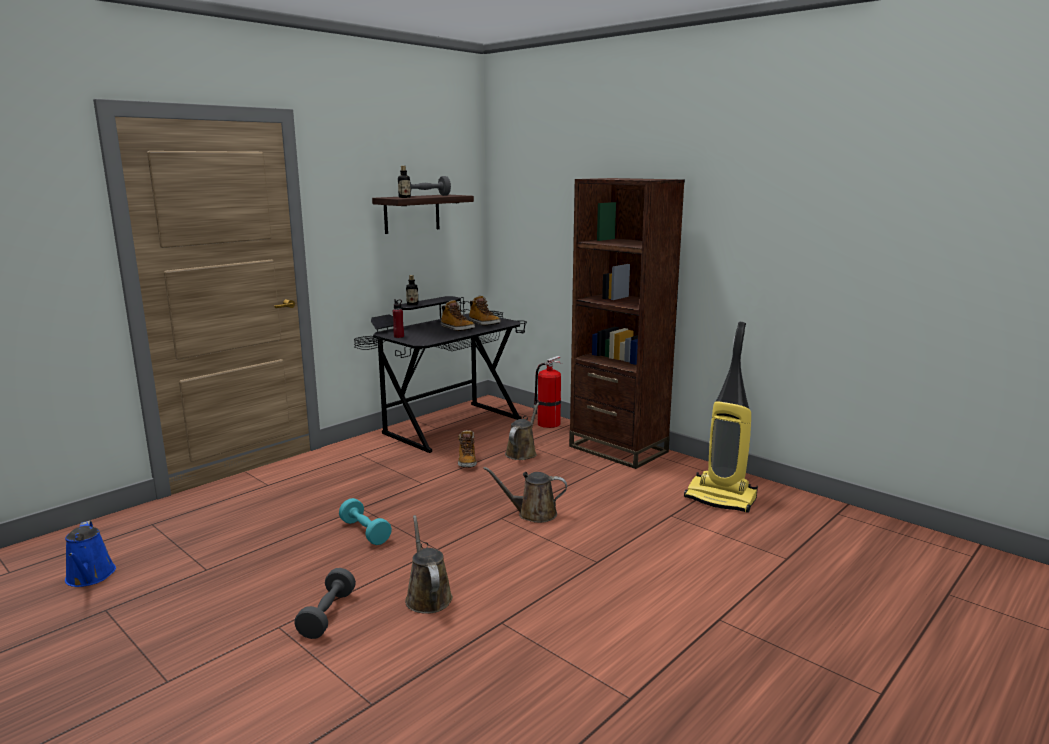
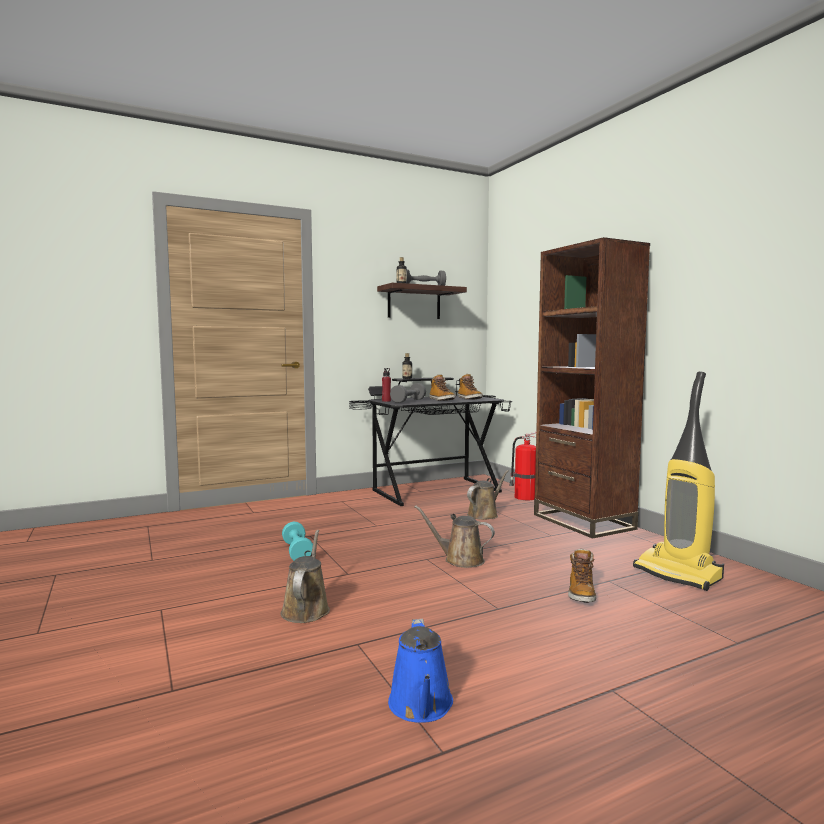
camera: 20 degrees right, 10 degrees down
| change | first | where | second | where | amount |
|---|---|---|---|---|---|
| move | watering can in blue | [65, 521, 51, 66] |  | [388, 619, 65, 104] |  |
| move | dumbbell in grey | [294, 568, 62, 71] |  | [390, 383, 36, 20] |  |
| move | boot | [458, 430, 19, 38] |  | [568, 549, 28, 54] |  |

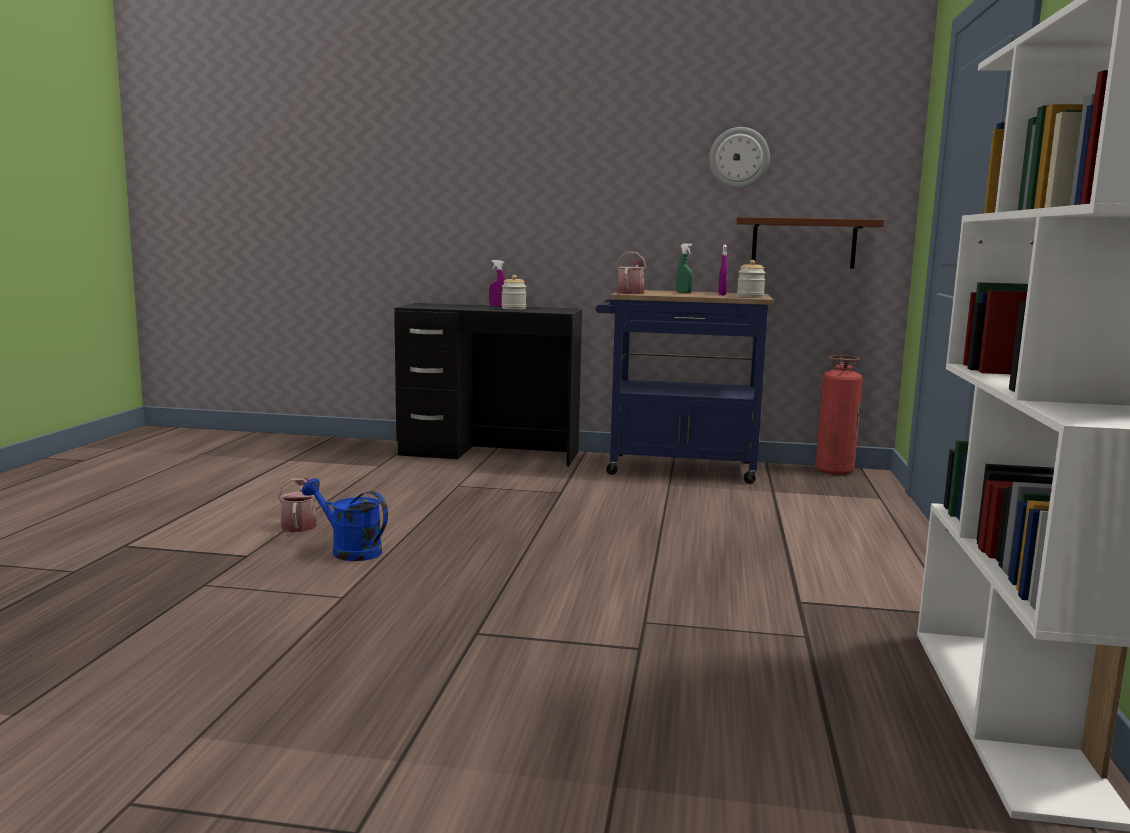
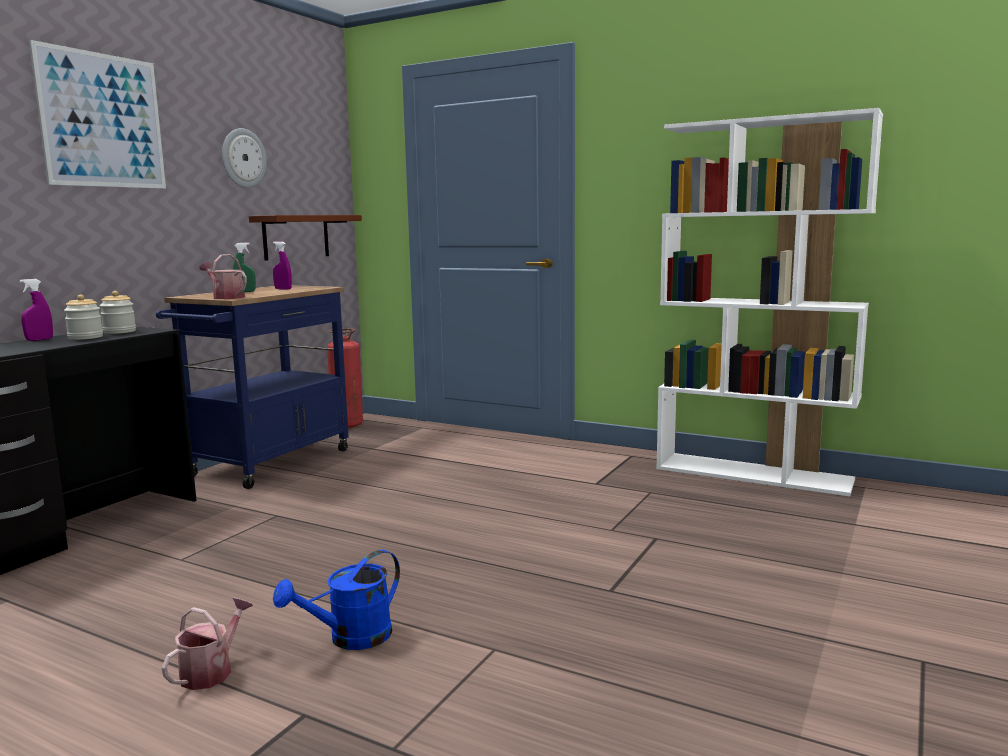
camera: 70 degrees left, 0 degrees up
| change | first | where | second | where | amount |
|---|---|---|---|---|---|
| insert |  |  | picture | [29, 40, 137, 149] |  |
| move | jar | [737, 260, 29, 38] |  | [100, 291, 36, 43] |  |
| rotate | watering can | [278, 478, 39, 54] |  | [162, 598, 91, 92] | 105 degrees clockwise |

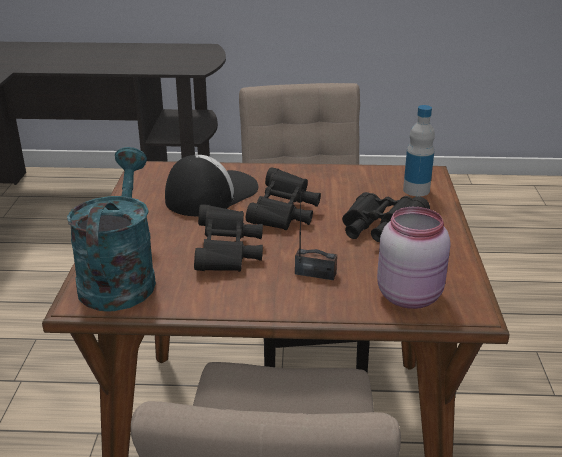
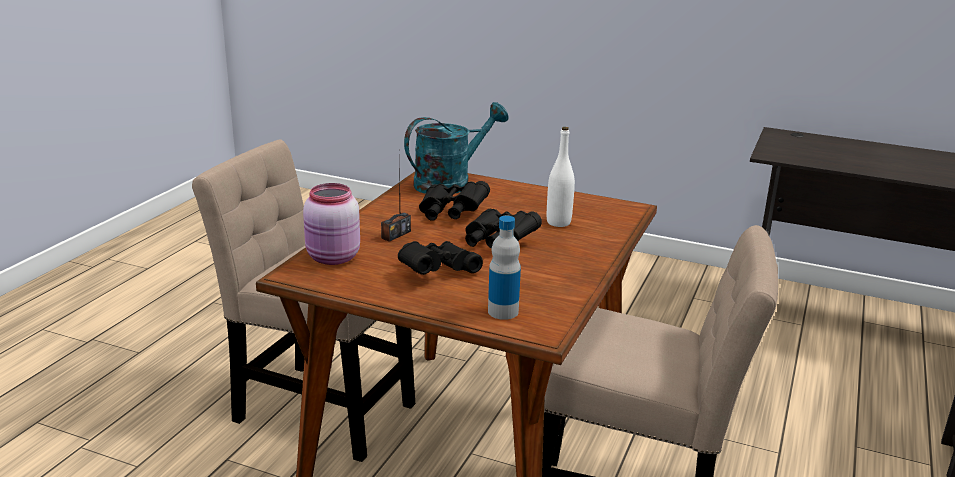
camera: 110 degrees right, 5 degrees down
| change | first | where | second | where | amount |
|---|---|---|---|---|---|
| replace | cap | [165, 155, 93, 61] | bottle in white | [547, 127, 28, 100] |  |
| rotate | watering can in turquoise | [67, 147, 89, 165] |  | [404, 102, 105, 92] | 60 degrees counterclockwise |

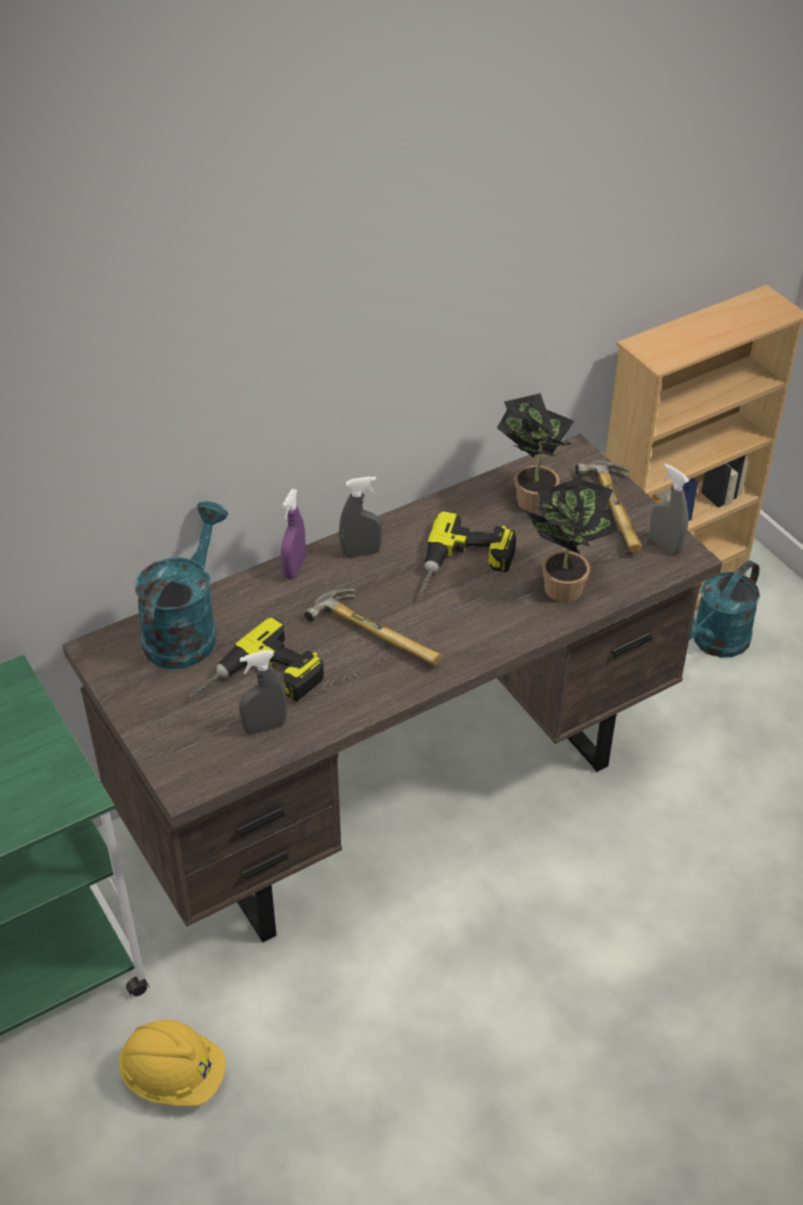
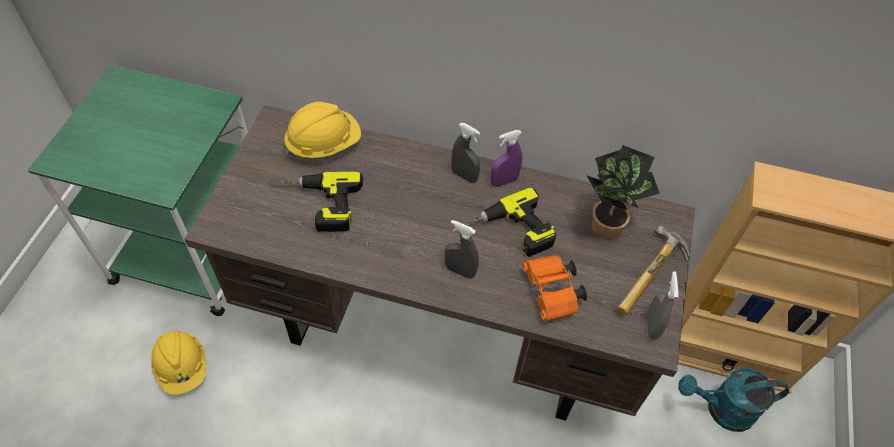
camera: 45 degrees right, 10 degrees up
| change | first | where | second | where | amount |
|---|---|---|---|---|---|
| delete | hammer | [304, 589, 138, 76] |  |  |  |
| move | spray bottle in grey | [239, 650, 48, 85] |  | [445, 220, 34, 59] |  |
| move | spray bottle in purple | [281, 489, 25, 90] |  | [491, 130, 31, 57] |  |
| replace | watering can in turquoise | [135, 501, 93, 168] | hard hat in yellow | [284, 102, 77, 57] |  |
| replace | potted plant | [524, 477, 95, 125] | binoculars in orange | [522, 255, 65, 67] |  |

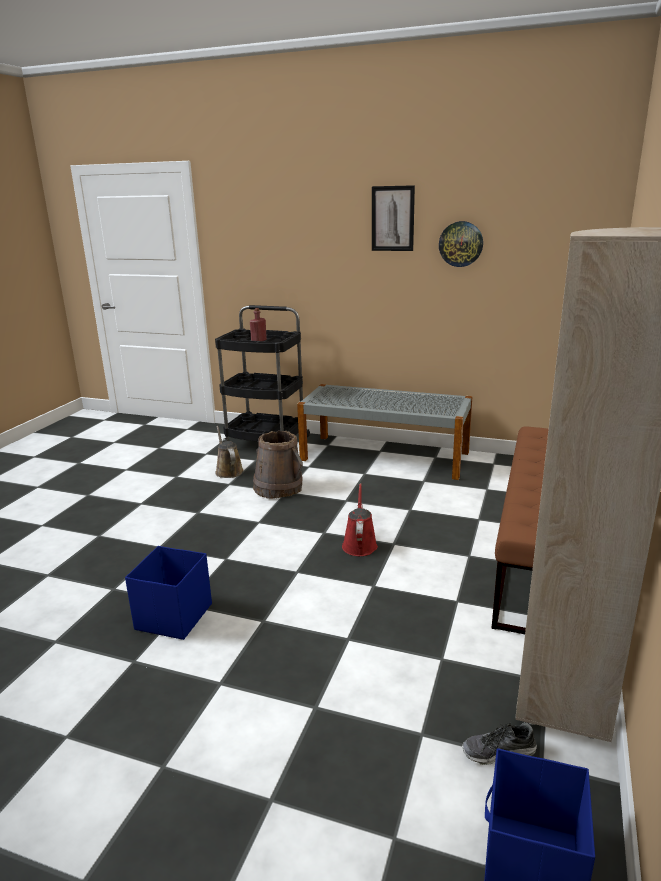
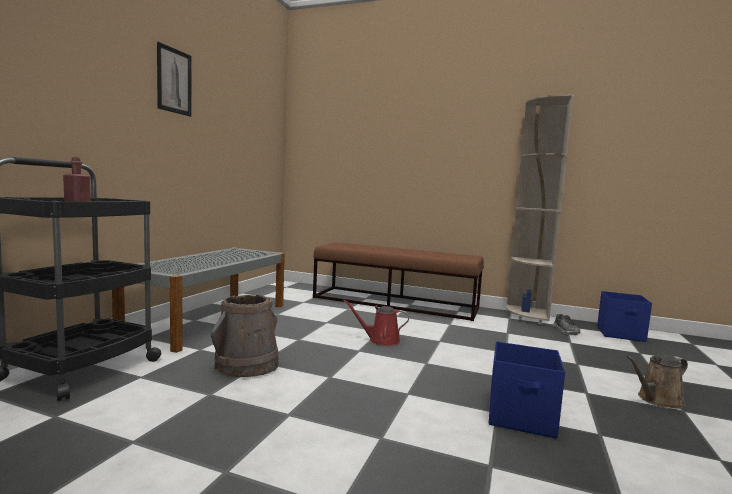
camera: 90 degrees left, 15 degrees down
| change | first | where | second | where | amount |
|---|---|---|---|---|---|
| delete | wall clock | [439, 221, 44, 46] |  |  |  |
| move | watering can in brown | [215, 426, 29, 52] |  | [626, 354, 62, 55] |  |

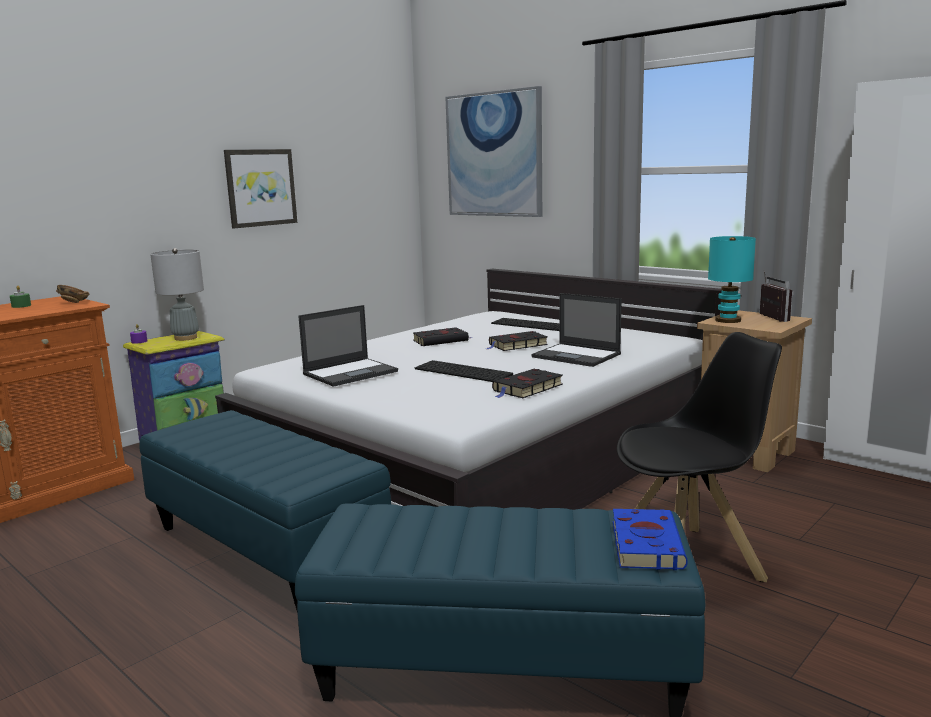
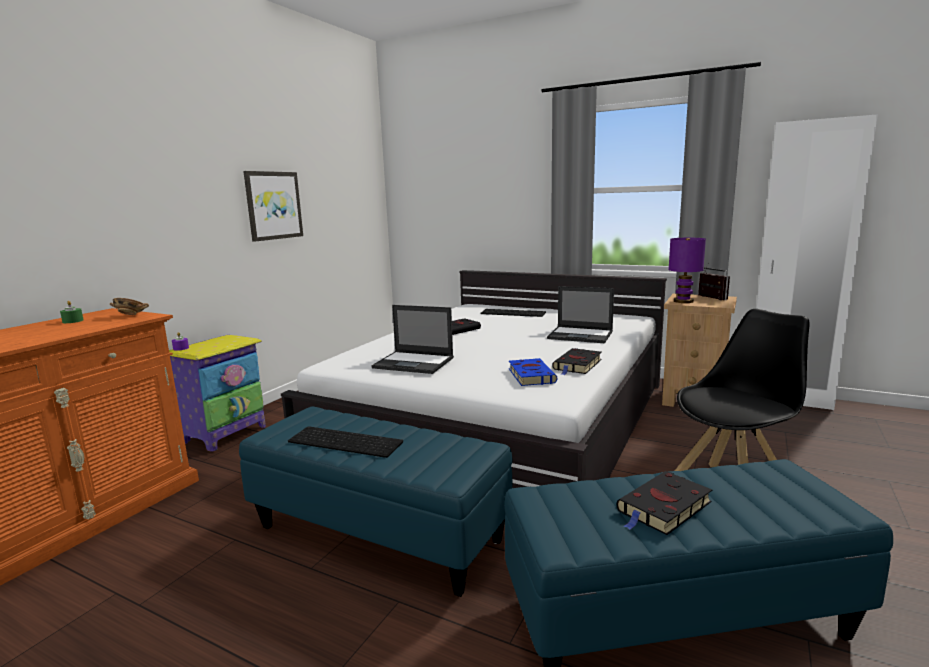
camera: 15 degrees left, 0 degrees up
| change | first | where | second | where | amount |
|---|---|---|---|---|---|
| delete | table lamp in grey | [150, 248, 54, 93] |  |  |  |
| delete | picture | [445, 86, 97, 131] |  |  |  |
| move | keyboard | [415, 360, 98, 22] |  | [288, 426, 115, 32] |  |
| move | book in black | [486, 331, 62, 20] |  | [617, 471, 95, 64] |  |
| move | book in blue | [613, 509, 75, 61] |  | [509, 358, 48, 28] |  |
| recolor | table lamp in turquoise | [708, 236, 48, 87] | table lamp in purple | [668, 238, 38, 65] |  |
| rotate | laptop | [298, 305, 100, 82] |  | [371, 305, 83, 69] | 75 degrees clockwise |

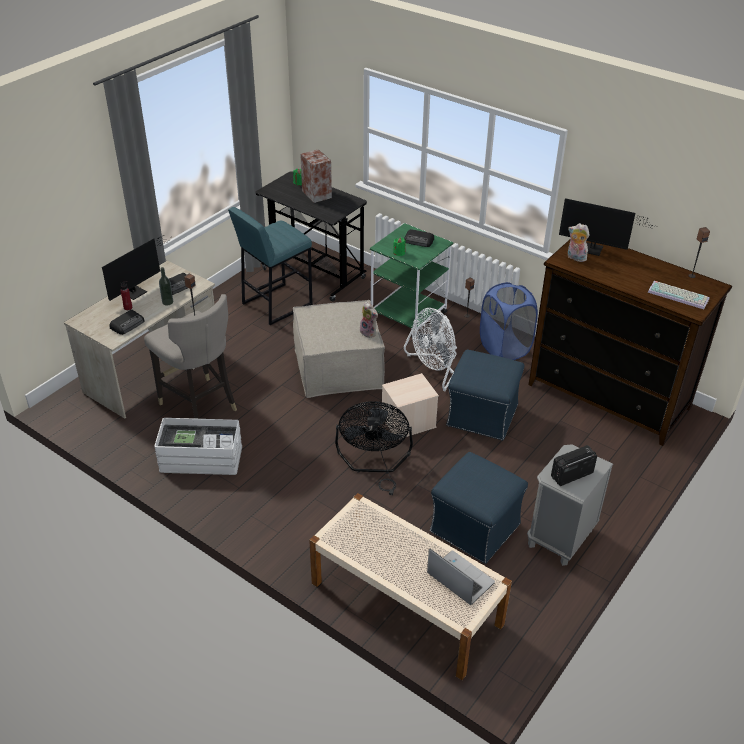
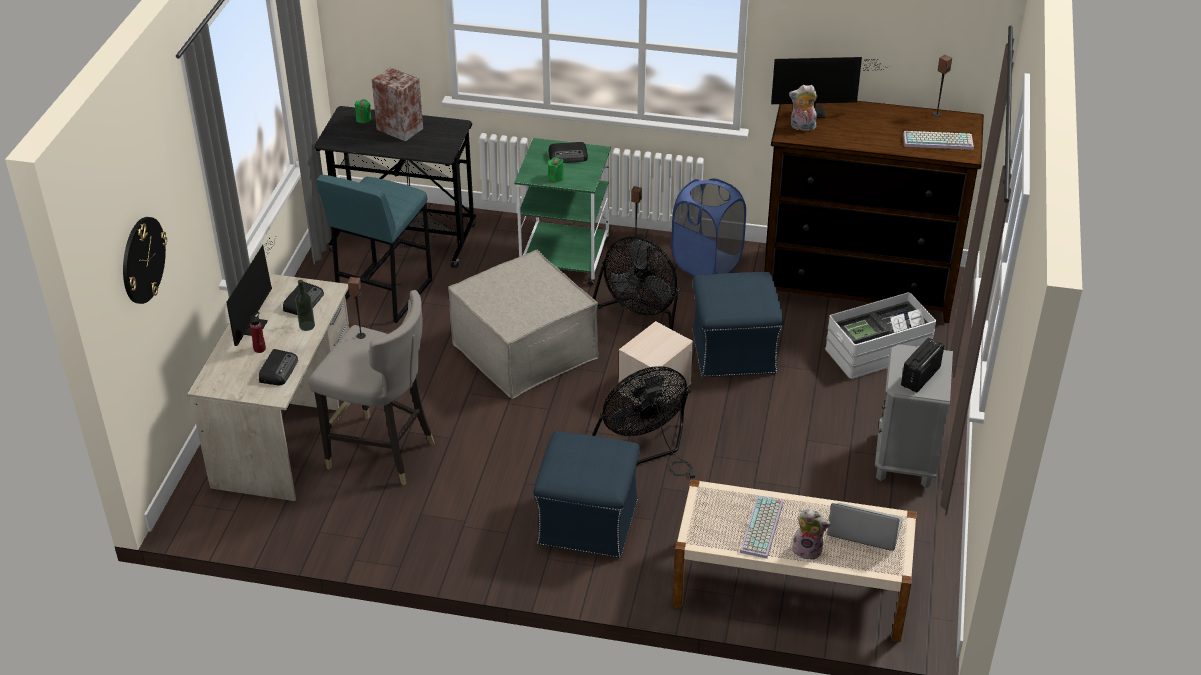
camera: 25 degrees left, 0 degrees up
| change | first | where | second | where | amount |
|---|---|---|---|---|---|
| insert |  |  | wall clock | [123, 217, 44, 87] |  |
| insert |  |  | keyboard | [740, 495, 43, 64] |  |
| move | storage box in white | [154, 418, 88, 57] |  | [825, 292, 111, 87] |  |
| move | plush toy | [360, 302, 18, 36] |  | [792, 508, 39, 52] |  |
| move | ottoman in blue | [430, 452, 98, 112] |  | [533, 431, 107, 127] |  |
| recolor | fan in white | [404, 308, 53, 83] | fan in black | [593, 237, 87, 93] |  |

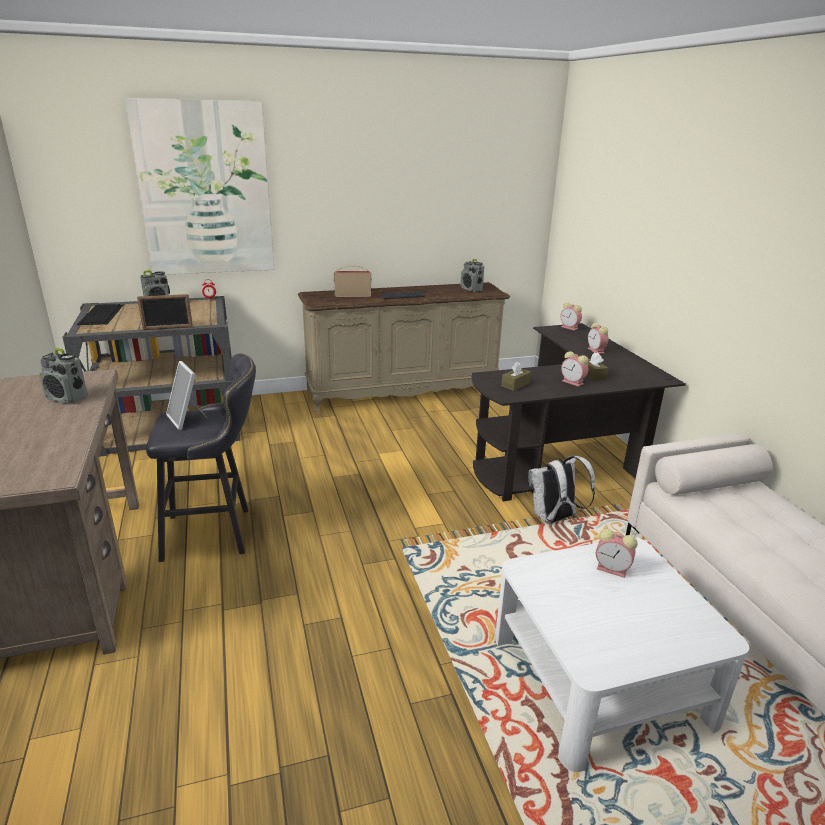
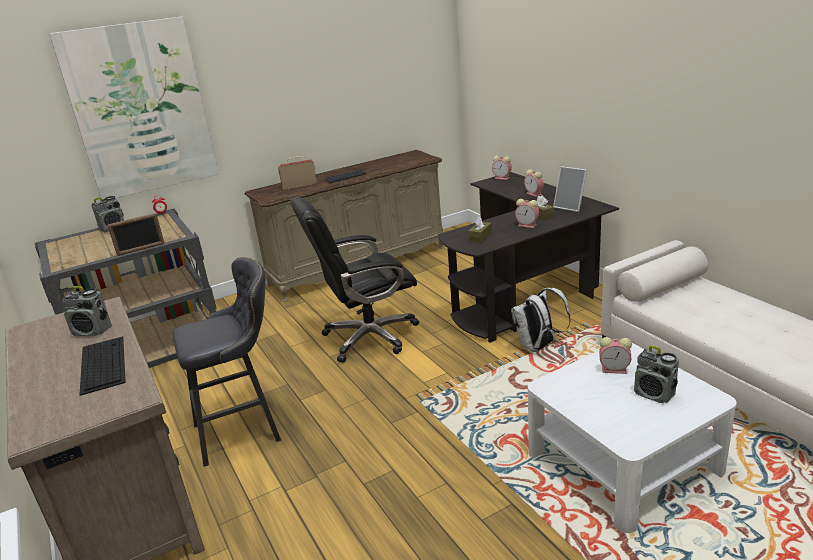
camera: 10 degrees left, 0 degrees up
| change | first | where | second | where | amount |
|---|---|---|---|---|---|
| insert |  |  | office chair in black | [290, 197, 129, 166] |  |
| move | keyboard | [77, 304, 47, 21] |  | [80, 336, 46, 60] |  |
| move | picture frame | [166, 361, 41, 69] |  | [553, 166, 34, 46] |  |
| move | radio | [460, 259, 24, 33] |  | [634, 345, 45, 58] |  |

